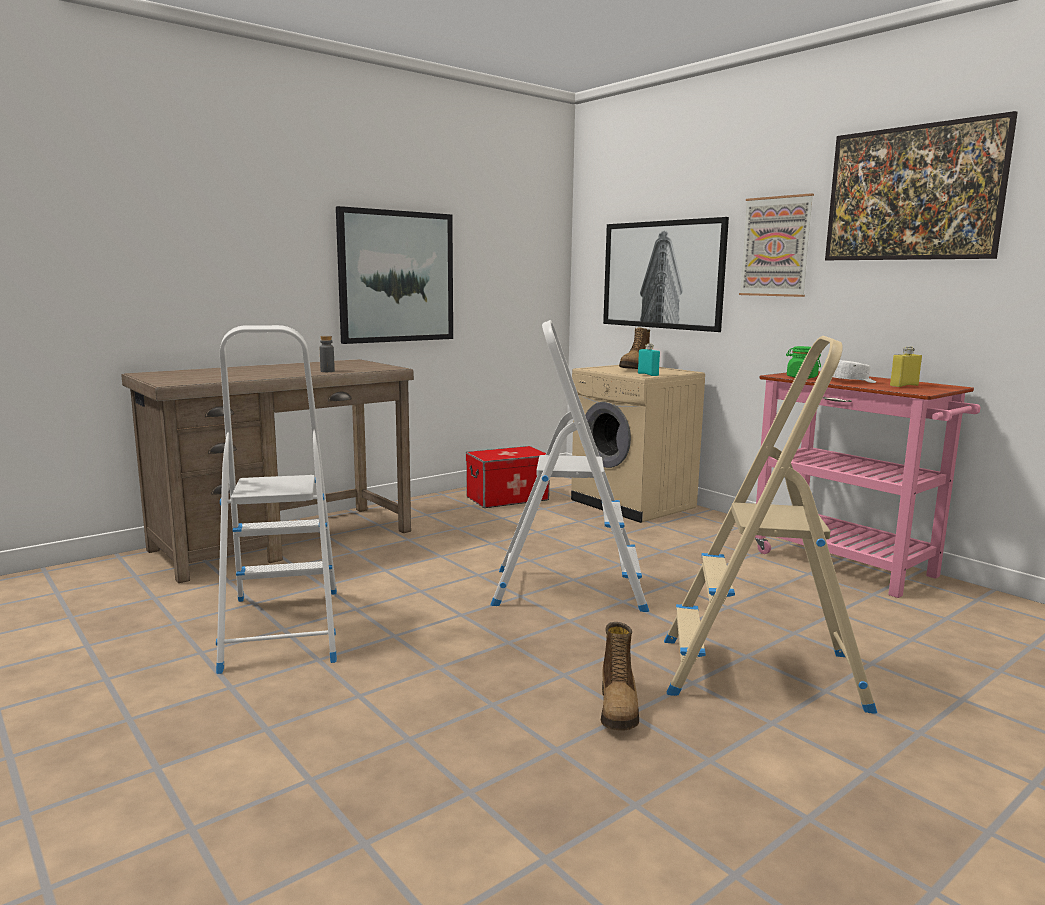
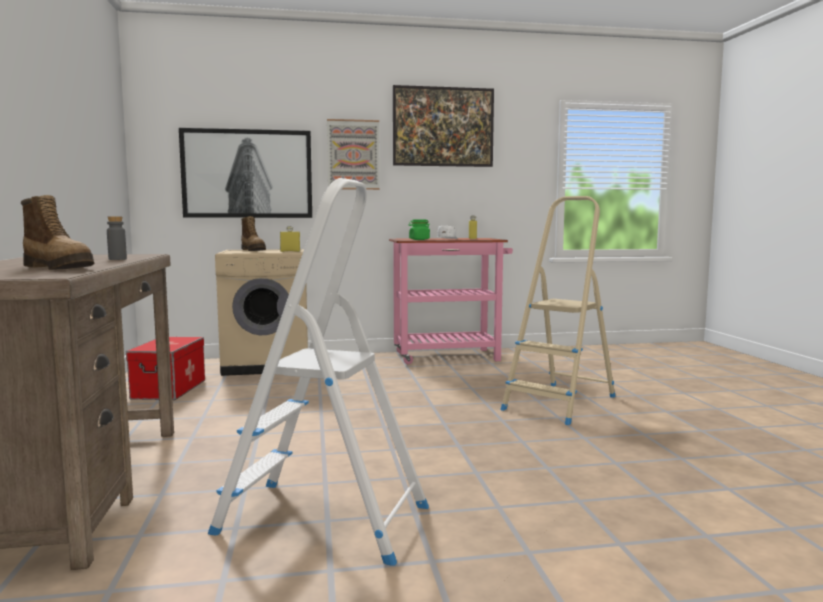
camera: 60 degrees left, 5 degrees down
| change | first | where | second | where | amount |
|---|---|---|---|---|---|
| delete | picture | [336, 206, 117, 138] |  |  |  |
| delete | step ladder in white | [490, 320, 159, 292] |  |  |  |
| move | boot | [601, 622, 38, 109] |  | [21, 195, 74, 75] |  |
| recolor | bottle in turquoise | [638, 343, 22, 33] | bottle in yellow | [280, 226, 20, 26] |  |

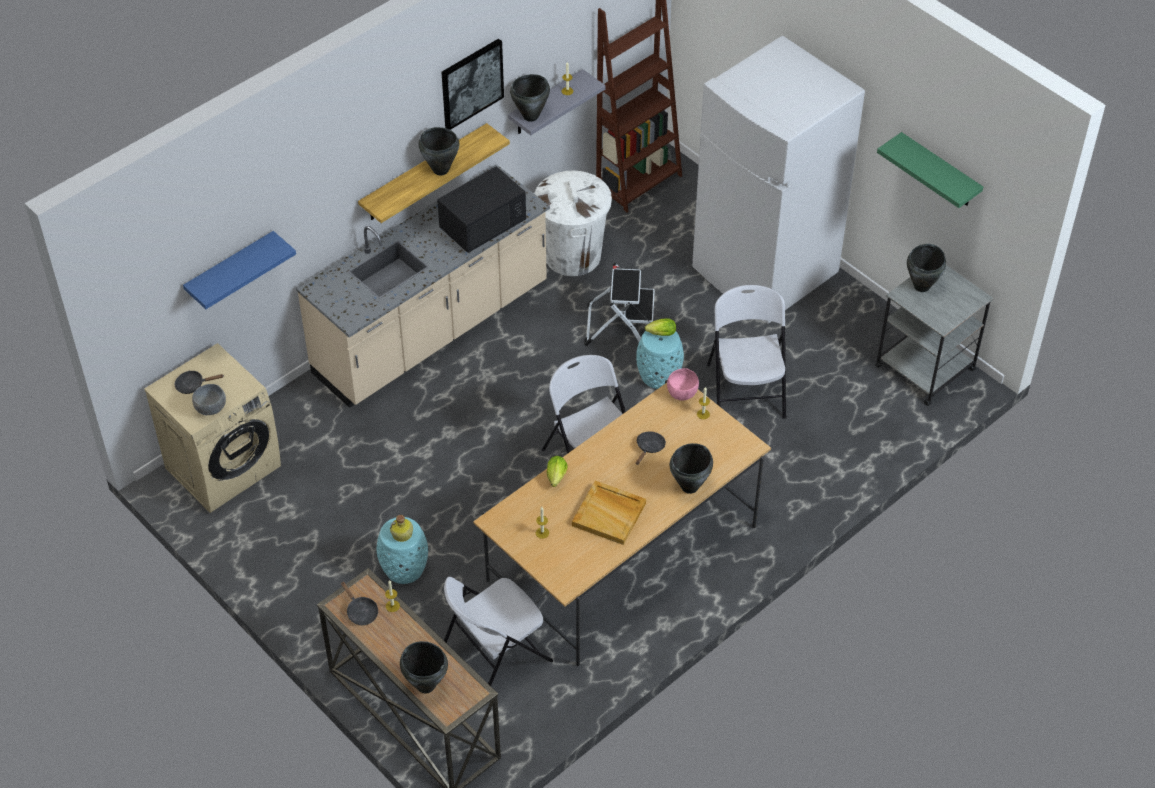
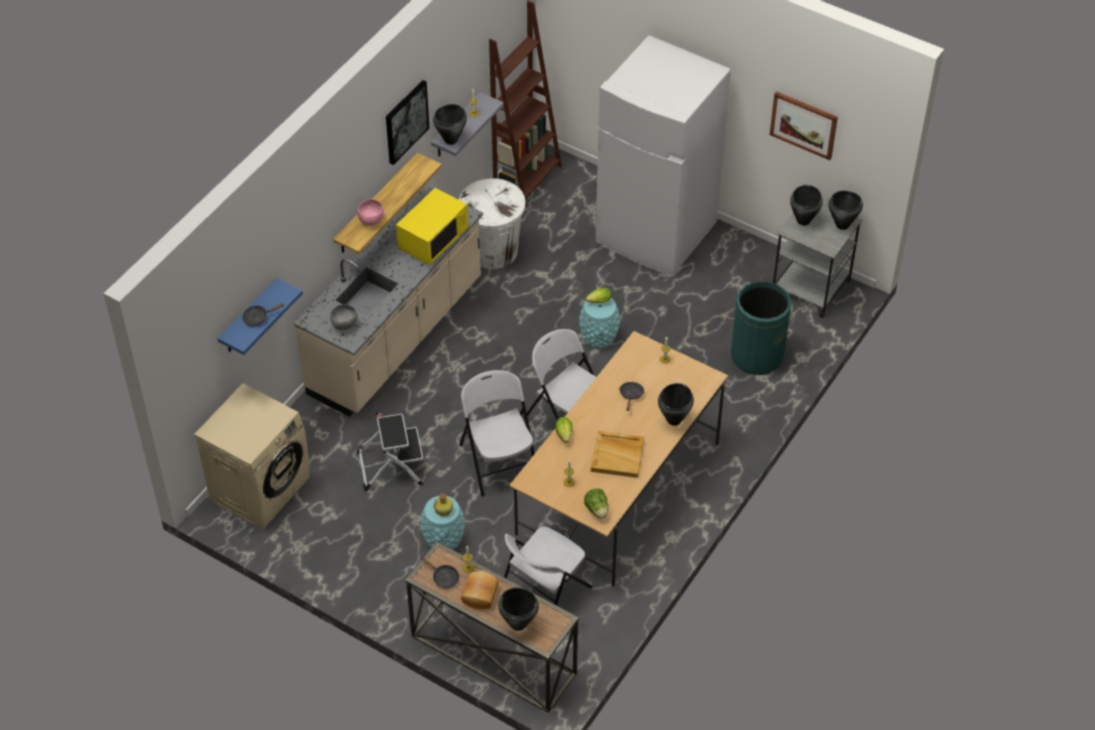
camera: 15 degrees left, 0 degrees up
| change | first | where | second | where | amount |
|---|---|---|---|---|---|
| insert |  |  | bread | [461, 571, 38, 38] |  |
| insert |  |  | lettuce | [584, 488, 24, 31] |  |
| insert |  |  | trash can in green | [731, 281, 60, 94] |  |
| move | frying pan in black | [175, 371, 48, 23] |  | [242, 303, 42, 23] |  |
| move | bowl in grey | [192, 384, 34, 31] |  | [330, 304, 27, 27] |  |
| move | cooking pot in black | [419, 127, 40, 48] |  | [828, 191, 35, 39] |  |
| move | step ladder | [584, 263, 70, 83] |  | [357, 412, 66, 79] |  |
| move | bowl in pink | [667, 368, 32, 33] |  | [357, 199, 27, 27] |  |
| move | chair in white | [707, 285, 79, 134] |  | [459, 370, 76, 127] |  |
| replace | shelf in green | [877, 132, 106, 76] | picture | [770, 91, 68, 69] |  |
| recolor | microwave in black | [437, 166, 89, 87] | microwave in yellow | [396, 188, 72, 77] |  |

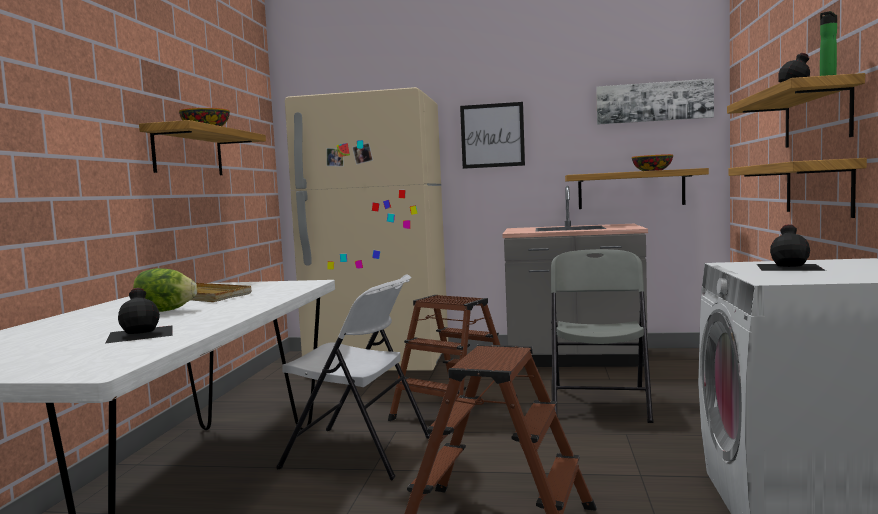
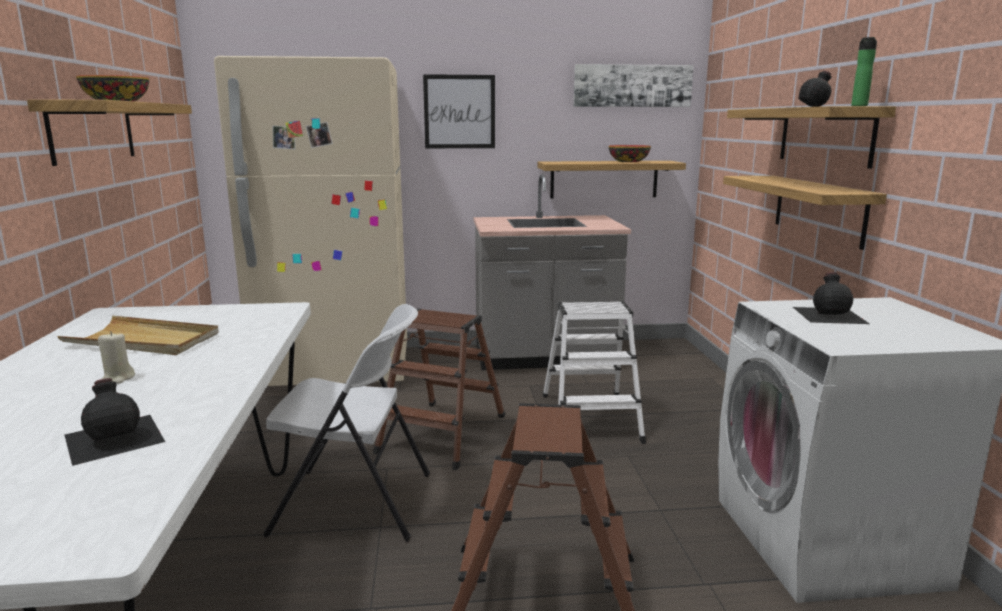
camera: 15 degrees left, 10 degrees up
| change | first | where | second | where | amount |
|---|---|---|---|---|---|
| replace | lettuce | [133, 268, 64, 44] | candle in beige | [98, 331, 37, 53] |  |
| replace | chair in grey | [551, 249, 103, 174] | step ladder in white | [543, 301, 103, 143] |  |

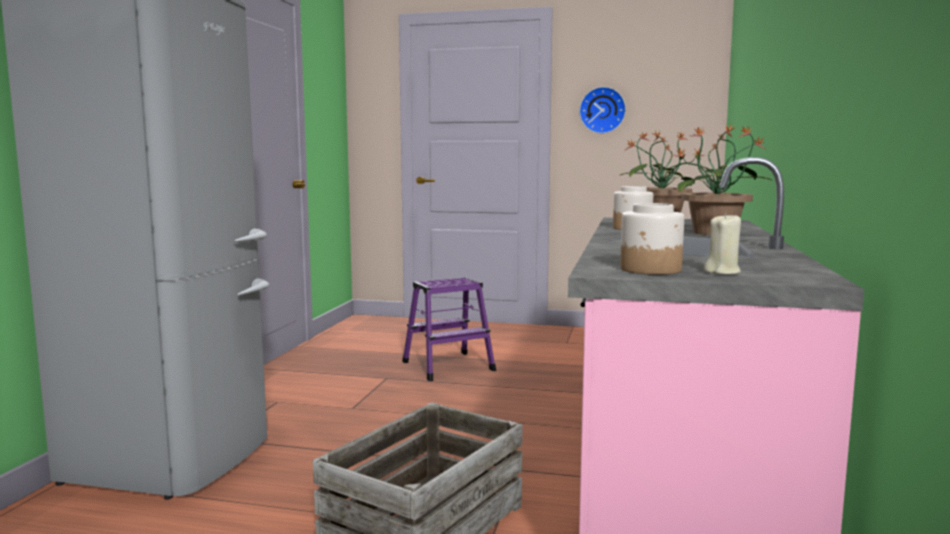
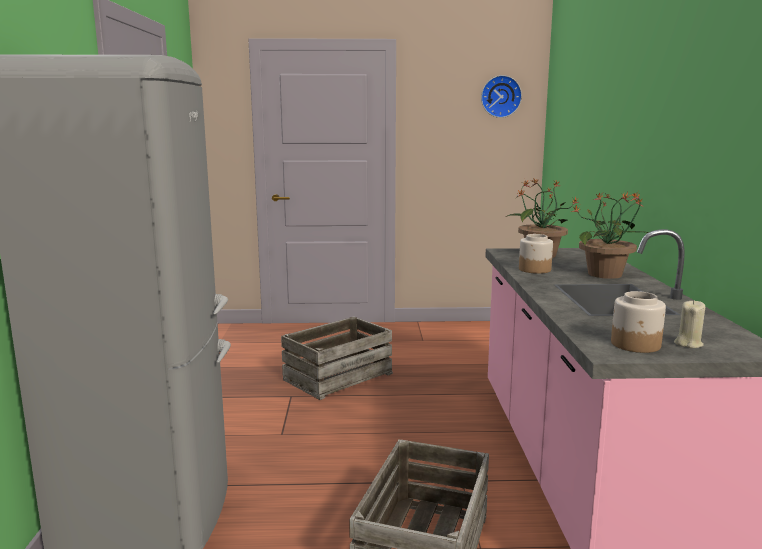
camera: 15 degrees left, 5 degrees up
| change | first | where | second | where | amount |
|---|---|---|---|---|---|
| move | wall clock | [579, 87, 47, 47] |  | [481, 75, 41, 43] |  |
| replace | step ladder in purple | [402, 277, 94, 104] | crate | [281, 316, 112, 84] |  |

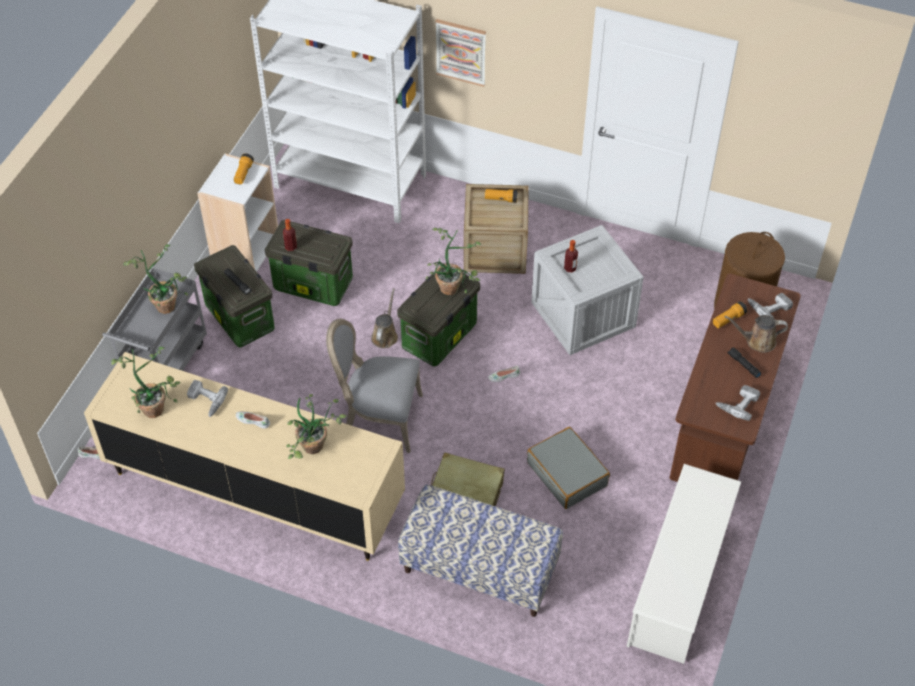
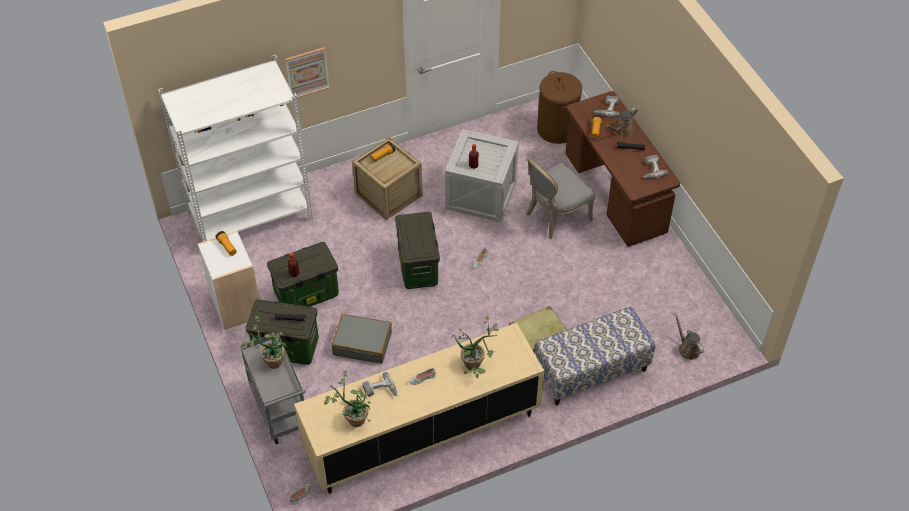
camera: 45 degrees left, 0 degrees up
| change | first | where | second | where | amount |
|---|---|---|---|---|---|
| delete | potted plant | [426, 228, 55, 67] |  |  |  |
| delete | shoe rack in white | [626, 464, 115, 200] |  |  |  |
| move | chair in grey | [326, 319, 97, 134] |  | [526, 157, 69, 82] |  |
| move | watering can in brown | [371, 288, 27, 60] |  | [674, 313, 30, 47] |  |
| move | suitcase in grey | [527, 427, 83, 82] |  | [332, 314, 60, 50] |  |

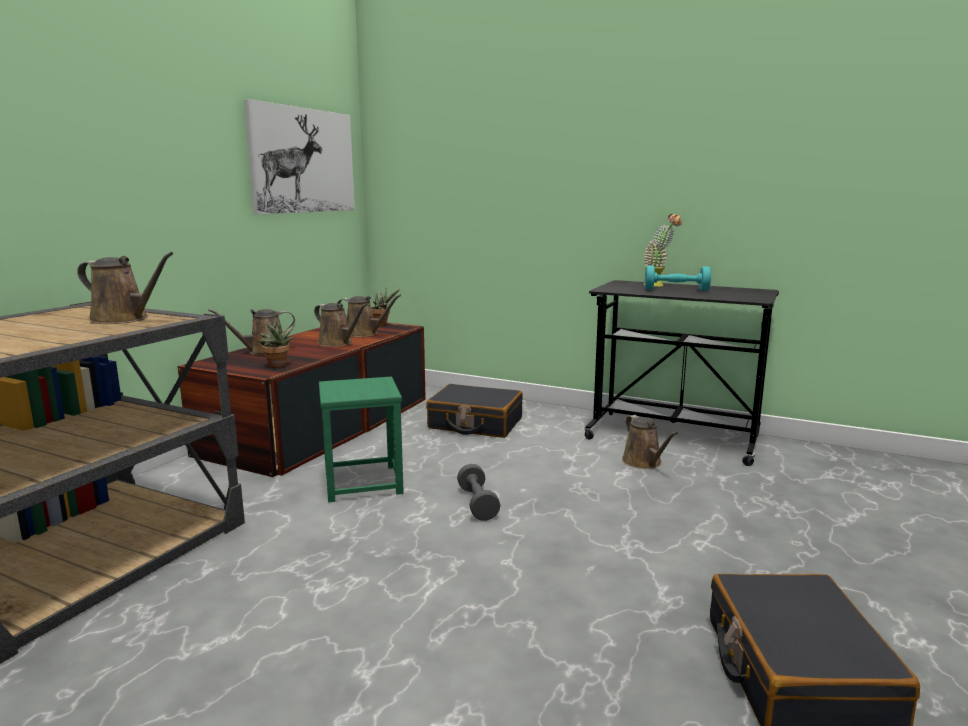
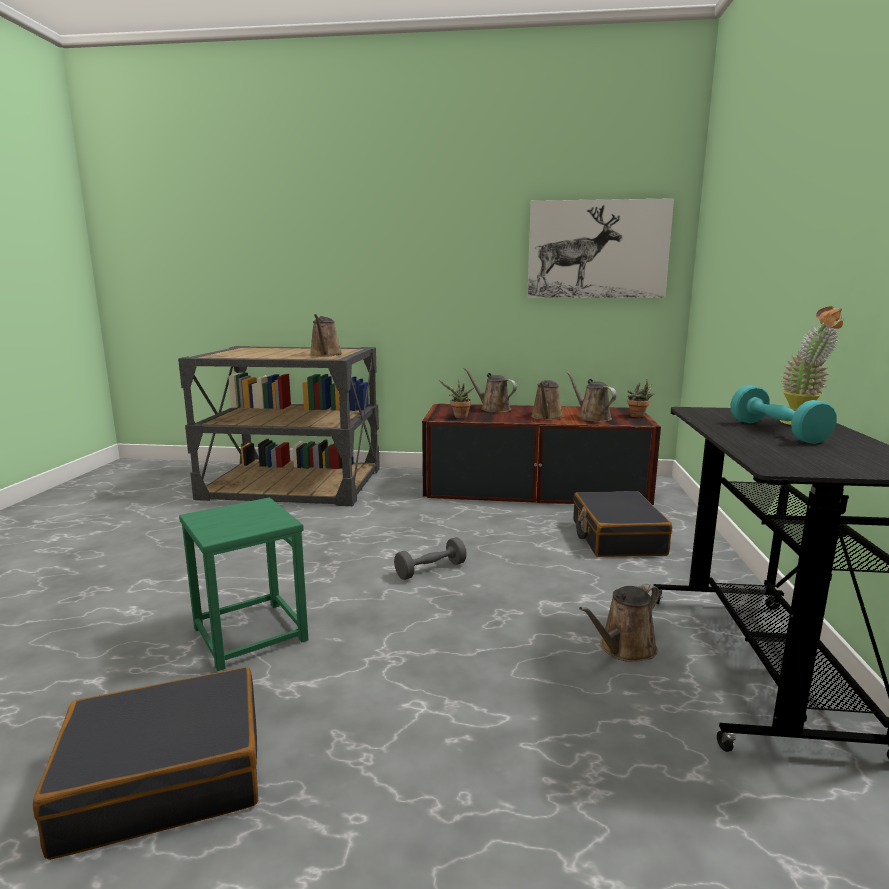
camera: 70 degrees right, 0 degrees up
| change | first | where | second | where | amount |
|---|---|---|---|---|---|
| move | stool in green | [319, 377, 85, 125] |  | [179, 497, 130, 174] |  |
| rotate | watering can in brown | [337, 294, 64, 43] |  | [567, 372, 50, 50] | 150 degrees clockwise |

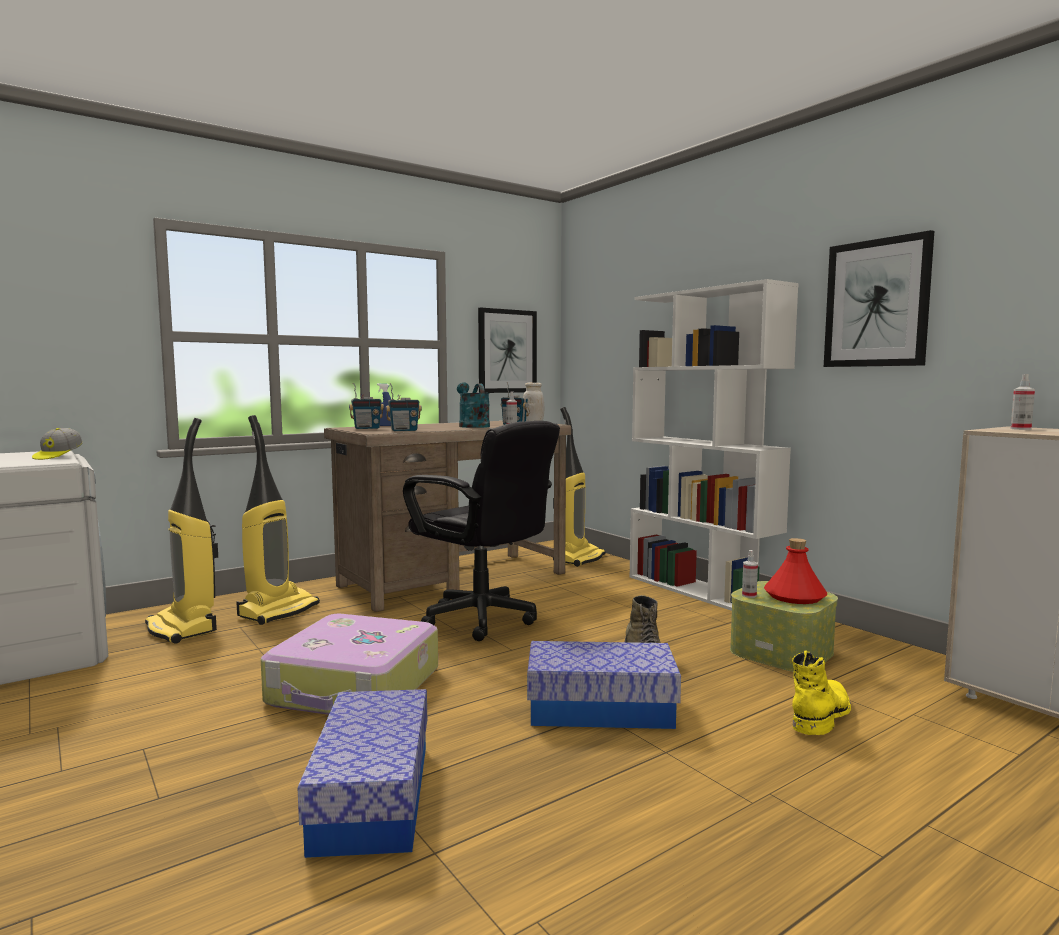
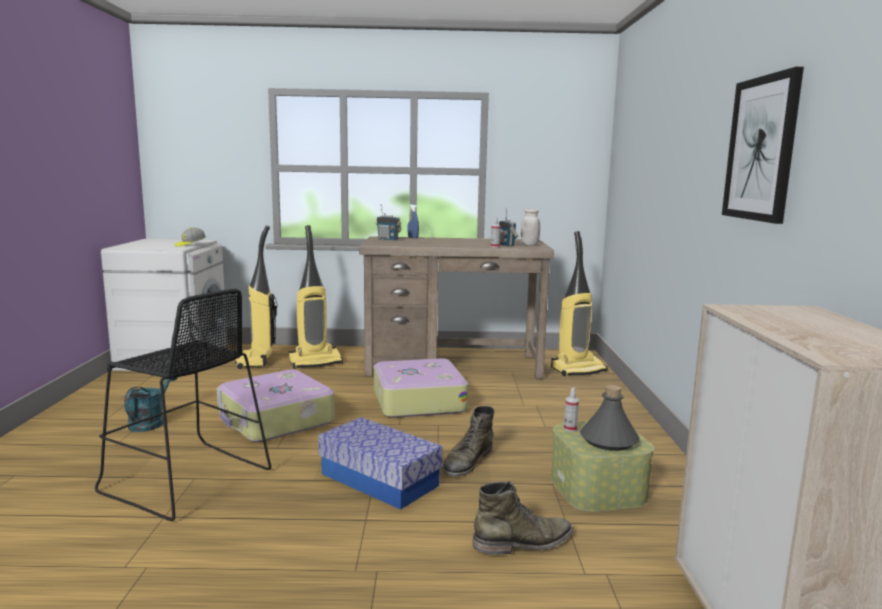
camera: 35 degrees right, 5 degrees up
| change | first | where | second | where | amount |
|---|---|---|---|---|---|
| delete | radio | [386, 383, 36, 48] |  |  |  |
| delete | picture | [478, 307, 59, 86] |  |  |  |
| delete | bookcase in white | [629, 279, 170, 332] |  |  |  |
| delete | spray bottle | [1010, 374, 25, 56] |  |  |  |
| move | watering can in turquoise | [457, 382, 33, 46] |  | [124, 377, 54, 55] |  |
| replace | storage box | [297, 689, 130, 169] | stool in black | [95, 289, 176, 232] |  |
| replace | office chair in black | [403, 421, 157, 220] | suitcase | [374, 358, 94, 60] |  |
| recolor | bottle in red | [764, 538, 63, 66] | bottle in grey | [580, 385, 60, 66] |  |
| recolor | boot in yellow | [792, 650, 59, 85] | boot in green | [472, 481, 101, 74] |  |

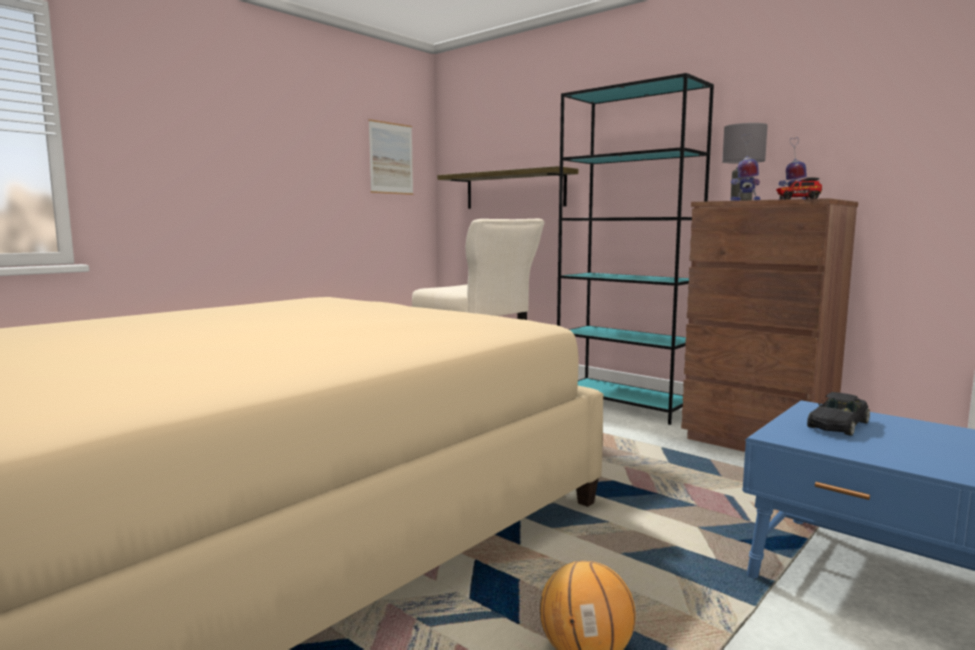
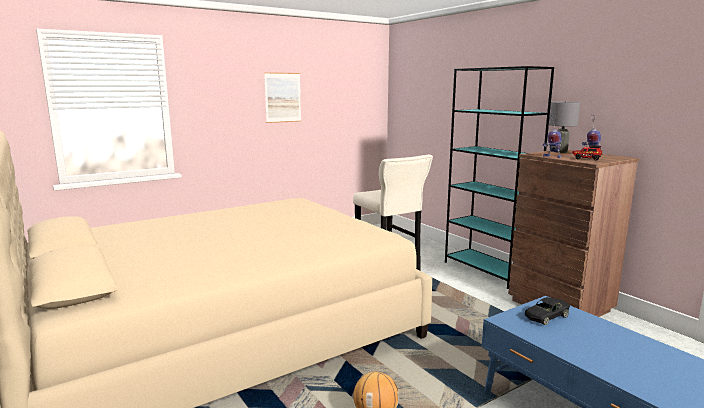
camera: 15 degrees right, 5 degrees up
| change | first | where | second | where | amount |
|---|---|---|---|---|---|
| delete | shelf | [437, 166, 141, 43] |  |  |  |
| move | picture | [368, 119, 45, 76] |  | [264, 72, 37, 51] |  |

